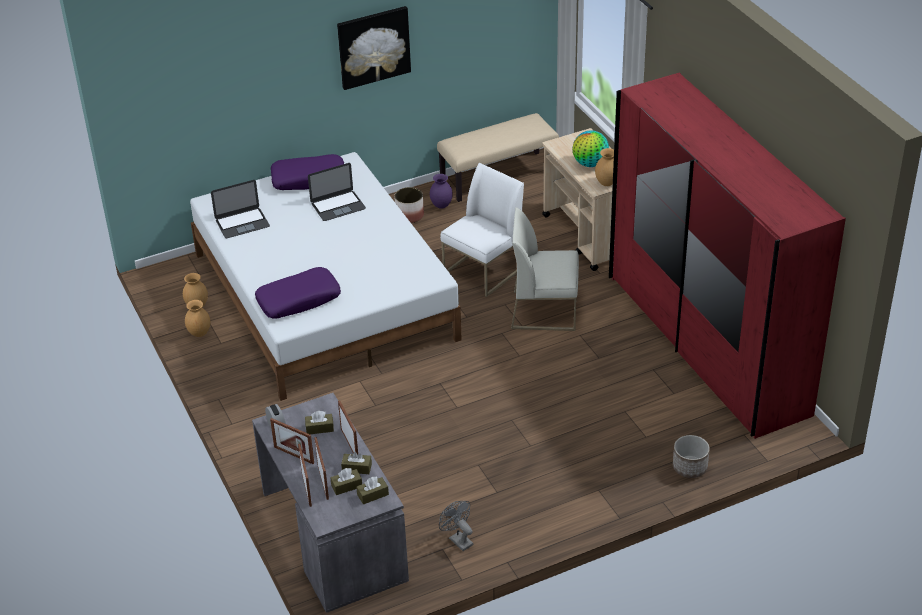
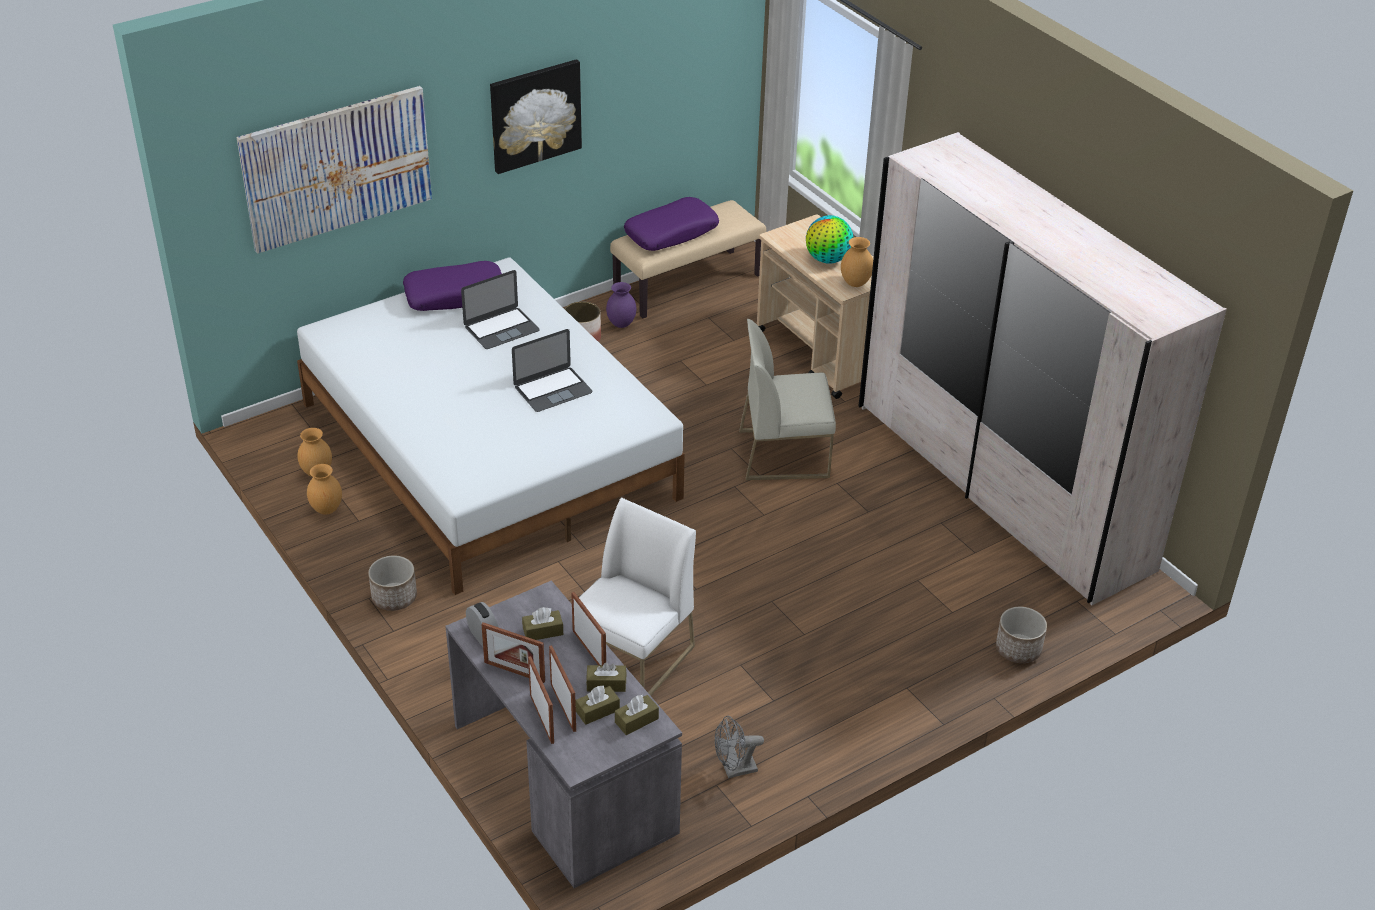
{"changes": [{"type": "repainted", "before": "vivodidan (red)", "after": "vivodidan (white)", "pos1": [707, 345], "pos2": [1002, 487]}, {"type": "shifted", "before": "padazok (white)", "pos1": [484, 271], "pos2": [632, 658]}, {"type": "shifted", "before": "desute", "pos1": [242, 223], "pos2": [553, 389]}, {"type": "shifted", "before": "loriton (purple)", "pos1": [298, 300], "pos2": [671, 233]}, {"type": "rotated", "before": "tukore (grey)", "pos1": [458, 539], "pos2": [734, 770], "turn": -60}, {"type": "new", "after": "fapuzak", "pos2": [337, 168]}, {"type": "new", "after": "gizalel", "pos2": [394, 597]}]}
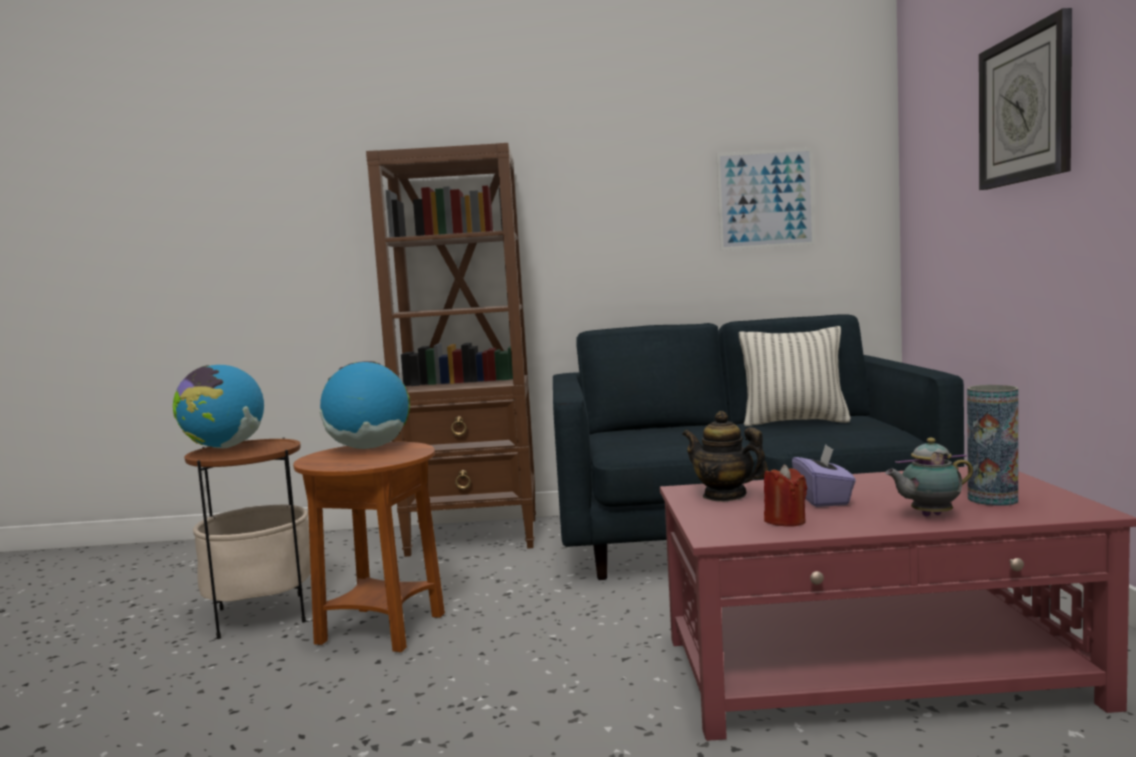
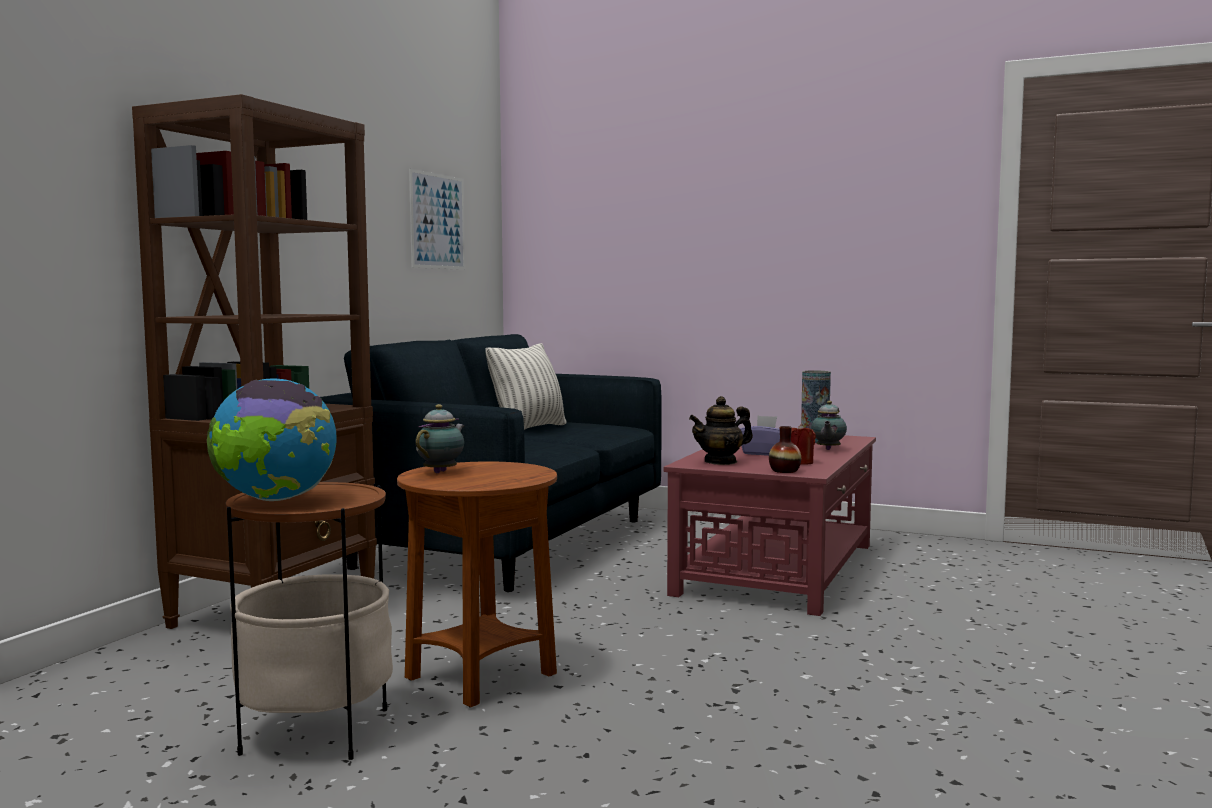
{"changes": [{"type": "gone", "before": "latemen", "pos1": [1025, 107]}, {"type": "swapped", "before": "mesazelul", "after": "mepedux", "pos1": [369, 448], "pos2": [442, 472]}, {"type": "new", "after": "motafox", "pos2": [784, 471]}]}
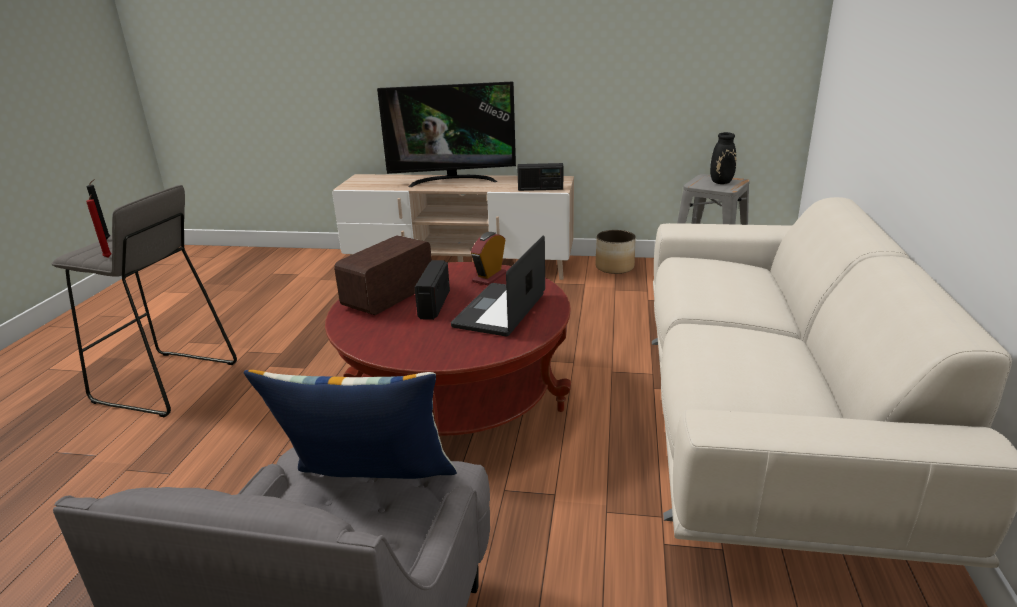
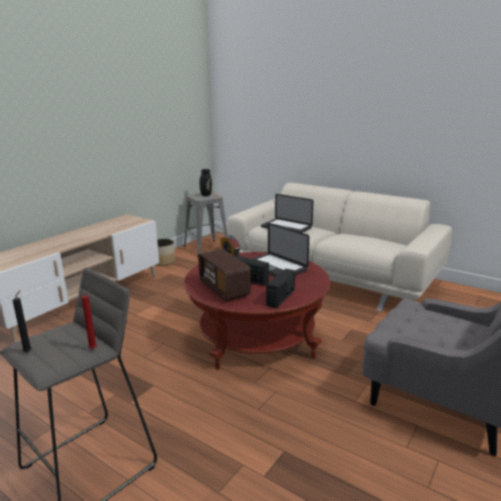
{"changes": [{"type": "gone", "before": "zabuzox", "pos1": [452, 180]}, {"type": "shifted", "before": "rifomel", "pos1": [540, 189], "pos2": [281, 298]}, {"type": "gone", "before": "loriton", "pos1": [369, 490]}, {"type": "new", "after": "desute", "pos2": [286, 227]}]}
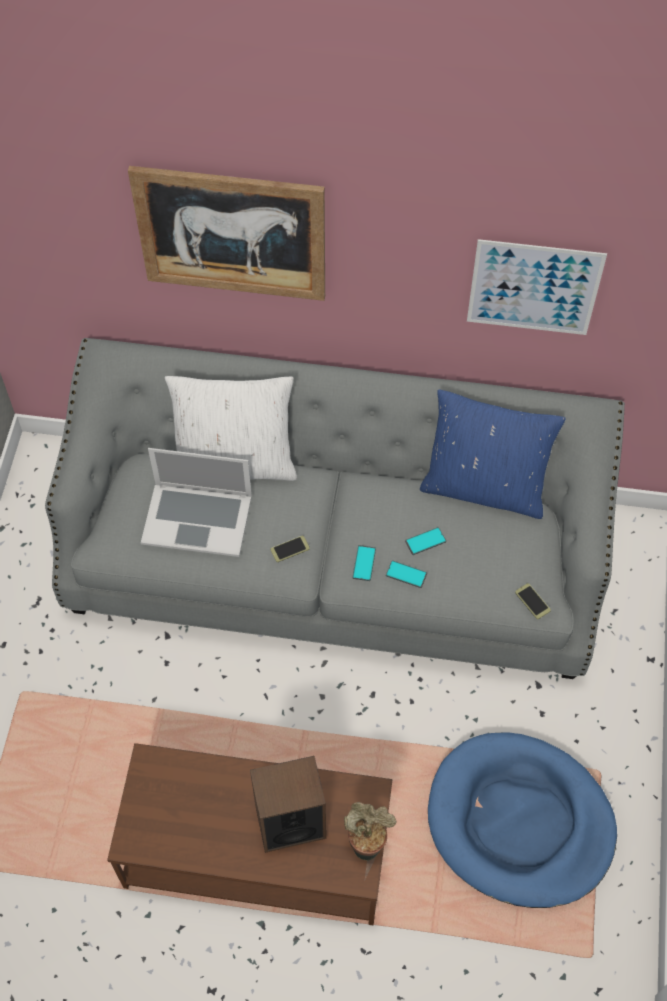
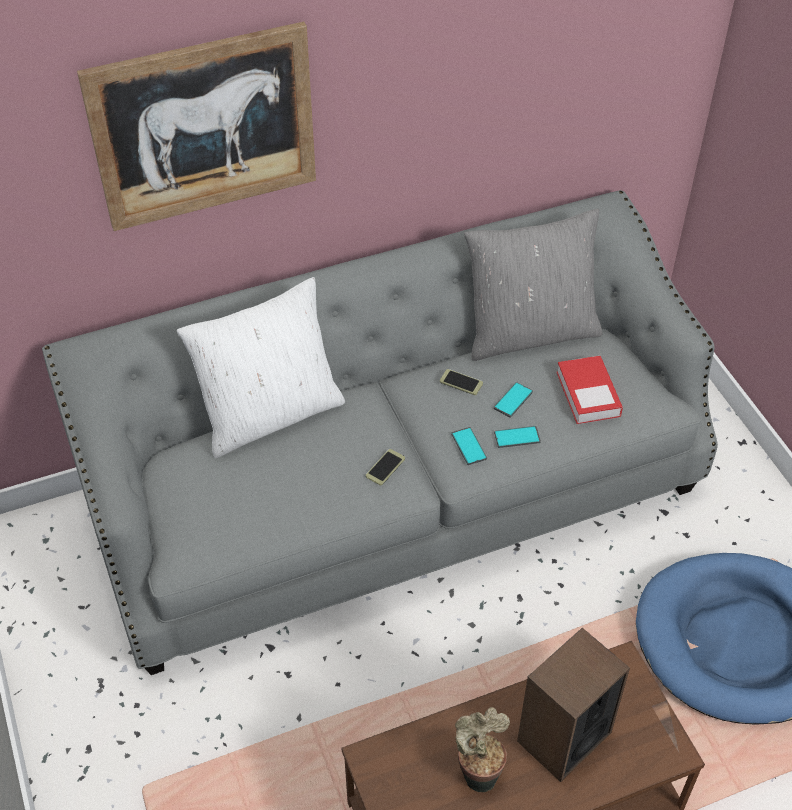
{"changes": [{"type": "gone", "before": "fapuzak", "pos1": [534, 288]}, {"type": "repainted", "before": "loriton (blue)", "after": "loriton (grey)", "pos1": [484, 487], "pos2": [530, 332]}, {"type": "gone", "before": "desute", "pos1": [197, 518]}, {"type": "shifted", "before": "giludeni", "pos1": [532, 601], "pos2": [461, 382]}, {"type": "shifted", "before": "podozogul", "pos1": [366, 843], "pos2": [478, 773]}, {"type": "new", "after": "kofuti", "pos2": [588, 394]}]}
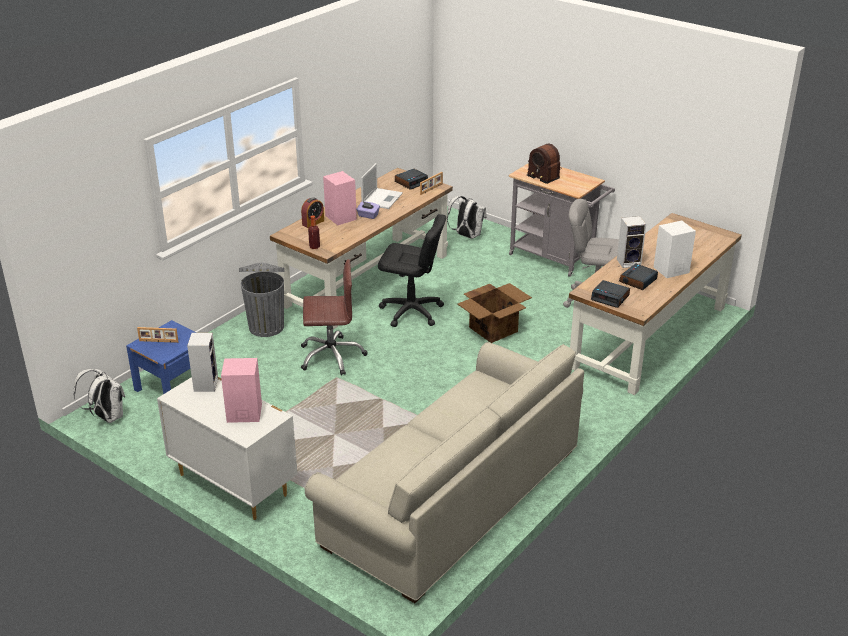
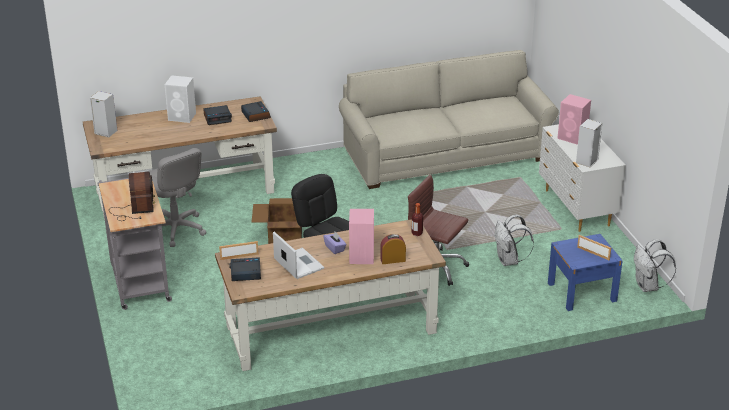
{"changes": [{"type": "rotated", "before": "desute", "pos1": [382, 198], "pos2": [298, 263], "turn": 90}, {"type": "shifted", "before": "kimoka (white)", "pos1": [466, 236], "pos2": [509, 261]}, {"type": "shifted", "before": "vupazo", "pos1": [629, 262], "pos2": [105, 132]}, {"type": "gone", "before": "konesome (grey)", "pos1": [266, 326]}]}
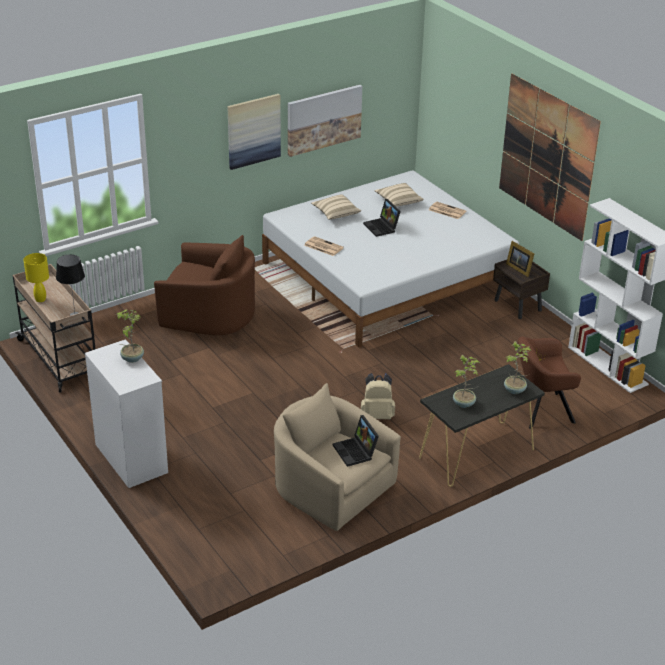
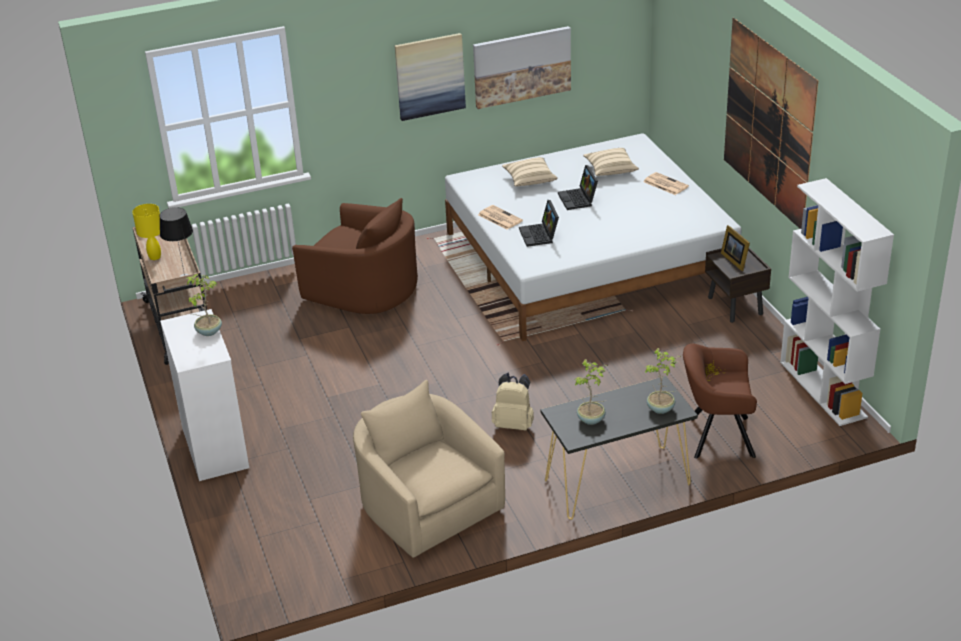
{"changes": [{"type": "shifted", "before": "desute", "pos1": [356, 452], "pos2": [540, 235]}]}
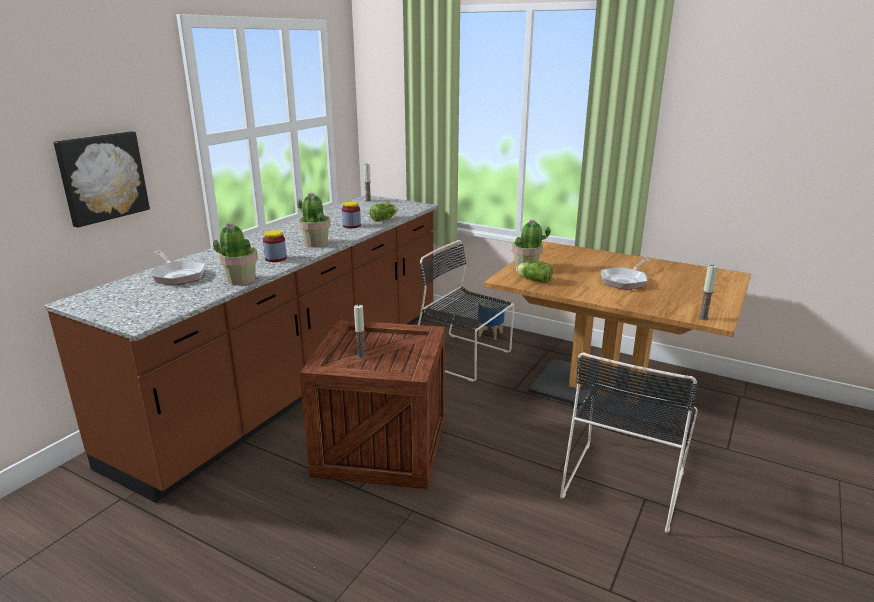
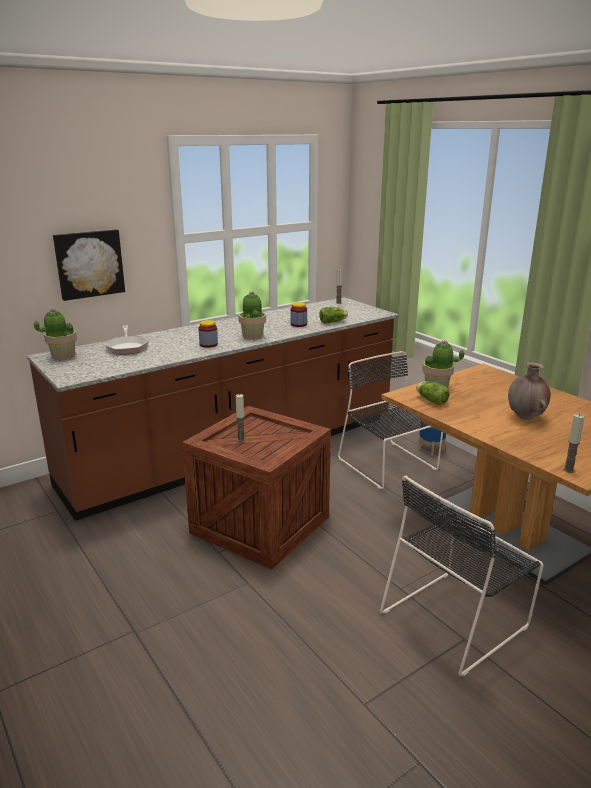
{"changes": [{"type": "shifted", "before": "podozogul", "pos1": [240, 280], "pos2": [63, 356]}, {"type": "swapped", "before": "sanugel", "after": "motafox (brown)", "pos1": [625, 281], "pos2": [525, 417]}]}
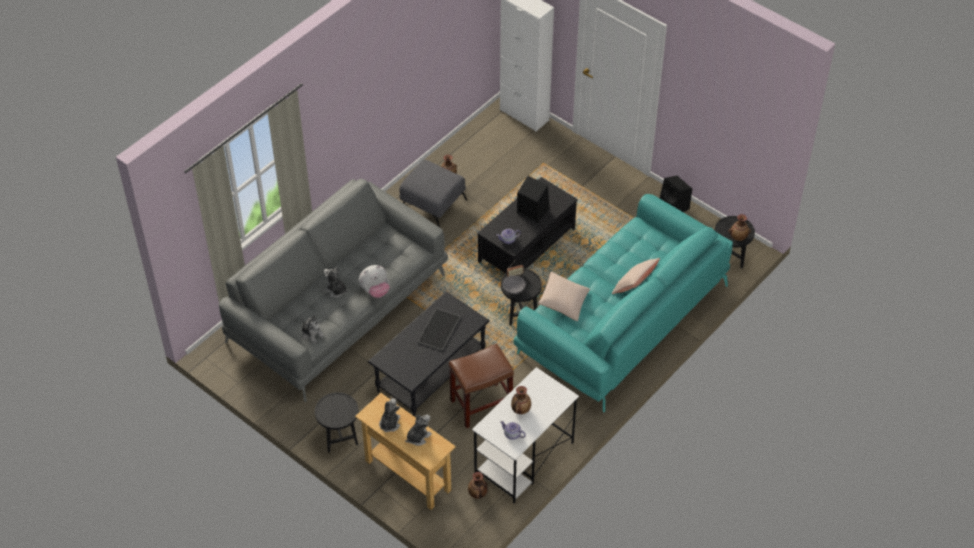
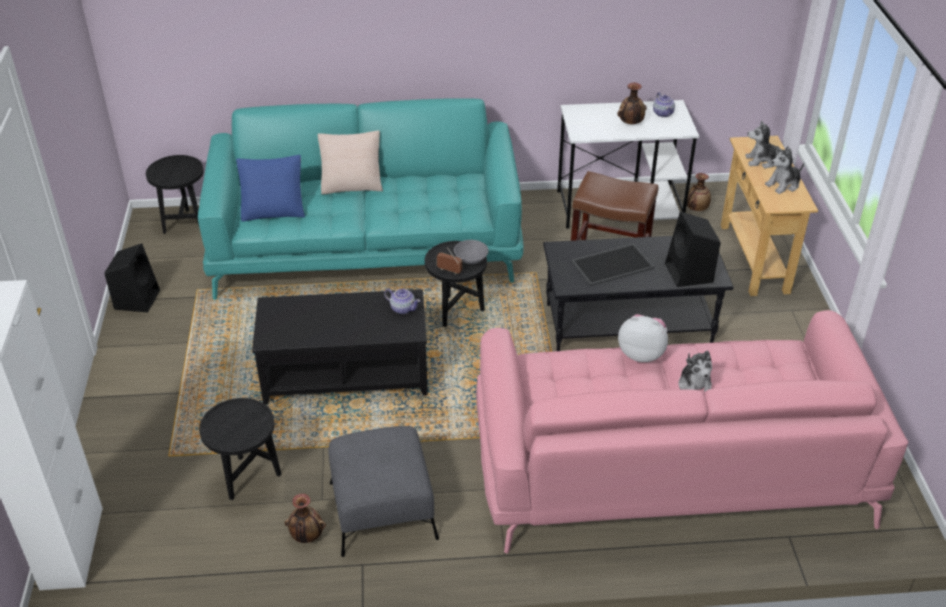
{"changes": [{"type": "shifted", "before": "vupazo (black)", "pos1": [532, 211], "pos2": [689, 273]}, {"type": "repainted", "before": "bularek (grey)", "after": "bularek (pink)", "pos1": [339, 307], "pos2": [668, 465]}, {"type": "gone", "before": "motafox", "pos1": [738, 237]}, {"type": "gone", "before": "loriton (beige)", "pos1": [563, 302]}, {"type": "gone", "before": "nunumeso", "pos1": [312, 333]}, {"type": "shifted", "before": "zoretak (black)", "pos1": [339, 438], "pos2": [247, 480]}, {"type": "new", "after": "loriton (blue)", "pos2": [273, 209]}]}
